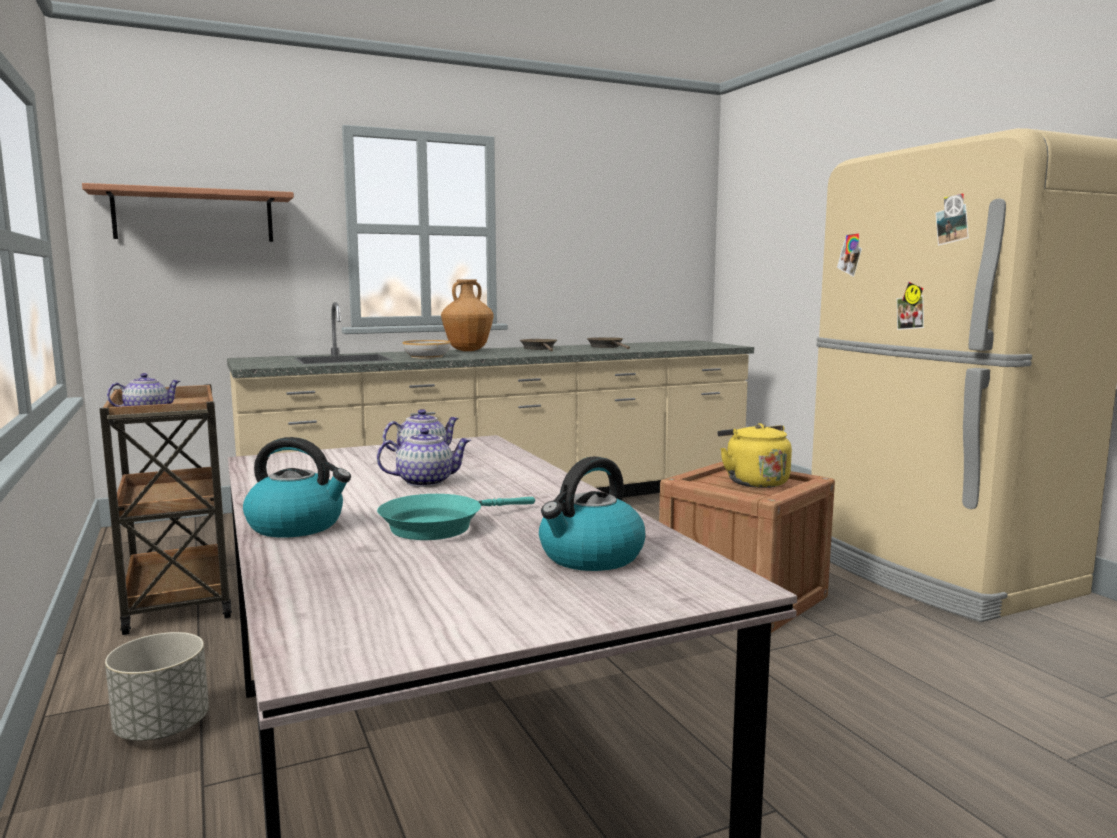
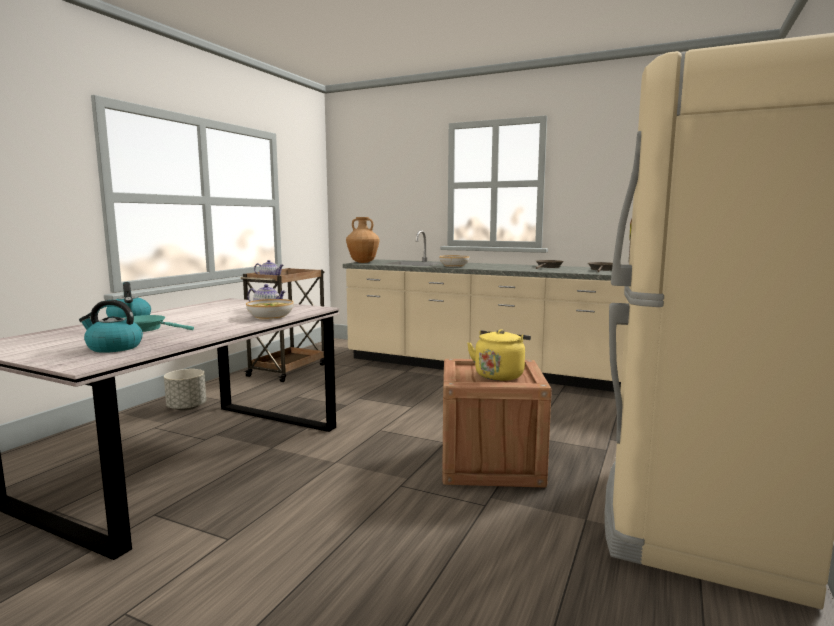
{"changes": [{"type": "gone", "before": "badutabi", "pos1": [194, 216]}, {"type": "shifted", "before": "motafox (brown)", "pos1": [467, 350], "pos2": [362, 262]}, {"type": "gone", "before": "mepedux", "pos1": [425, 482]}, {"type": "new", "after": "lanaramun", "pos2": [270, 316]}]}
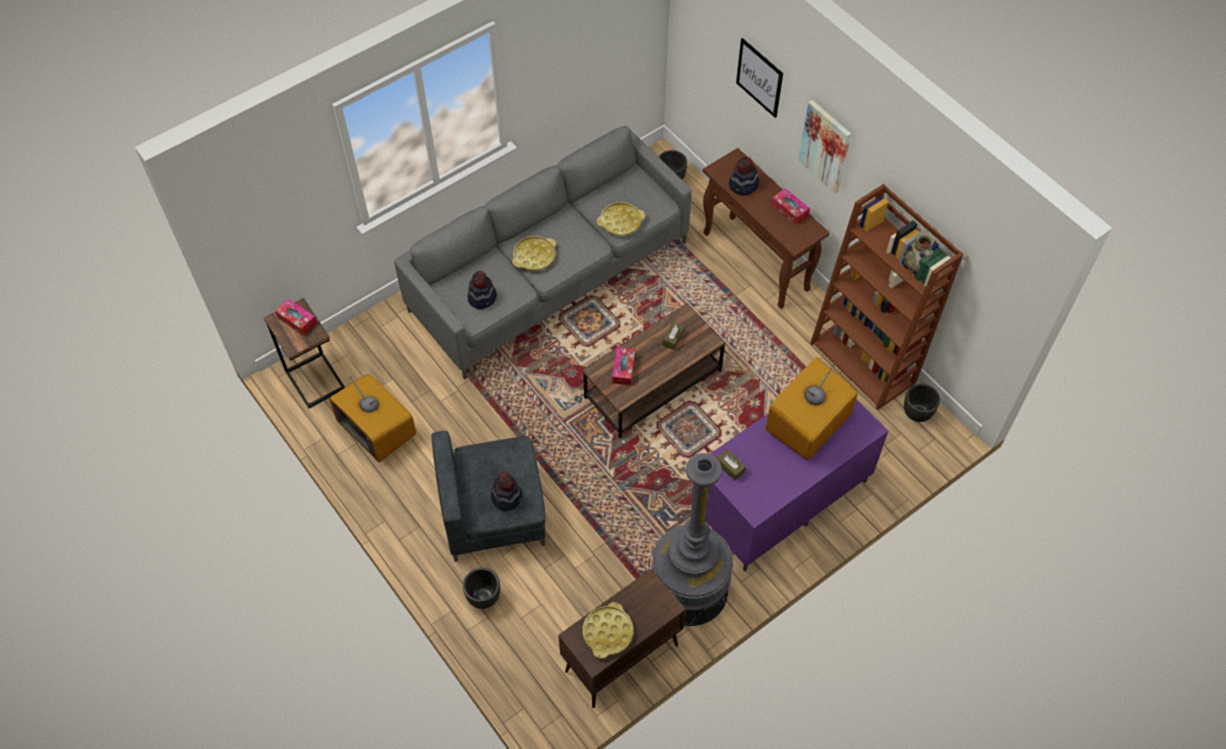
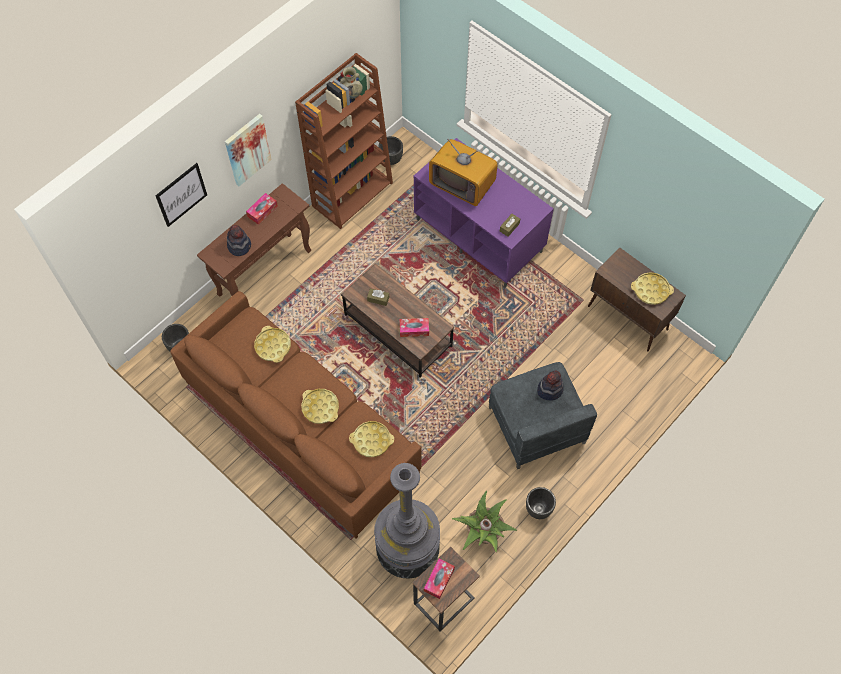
{"changes": [{"type": "repainted", "before": "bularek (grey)", "after": "bularek (brown)", "pos1": [549, 276], "pos2": [301, 426]}, {"type": "swapped", "before": "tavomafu", "after": "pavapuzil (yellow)", "pos1": [482, 297], "pos2": [371, 440]}, {"type": "swapped", "before": "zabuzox", "after": "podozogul", "pos1": [377, 430], "pos2": [483, 532]}, {"type": "shifted", "before": "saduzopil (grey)", "pos1": [689, 589], "pos2": [407, 546]}, {"type": "shifted", "before": "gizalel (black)", "pos1": [483, 597], "pos2": [538, 509]}]}
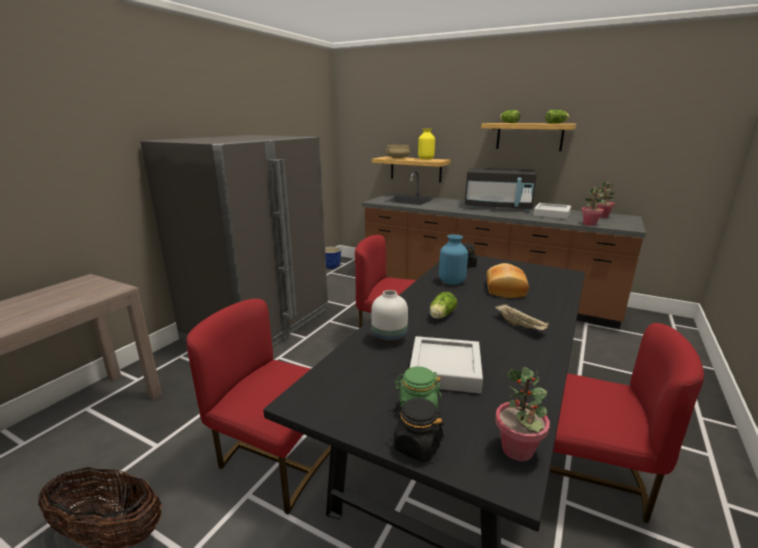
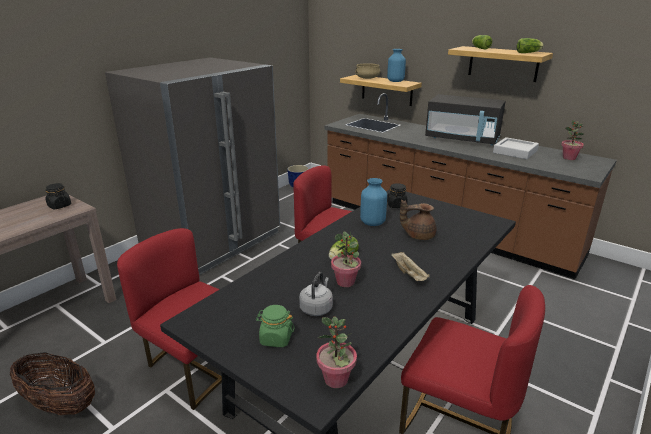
{"changes": [{"type": "repainted", "before": "motafox (yellow)", "after": "motafox (blue)", "pos1": [426, 159], "pos2": [395, 81]}, {"type": "shifted", "before": "podozogul", "pos1": [589, 224], "pos2": [345, 282]}, {"type": "swapped", "before": "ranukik", "after": "mepedux (brown)", "pos1": [504, 290], "pos2": [418, 235]}, {"type": "gone", "before": "motafox (white)", "pos1": [388, 338]}, {"type": "swapped", "before": "pavapuzil (grey)", "after": "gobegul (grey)", "pos1": [445, 369], "pos2": [317, 308]}, {"type": "shifted", "before": "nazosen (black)", "pos1": [417, 446], "pos2": [59, 206]}]}
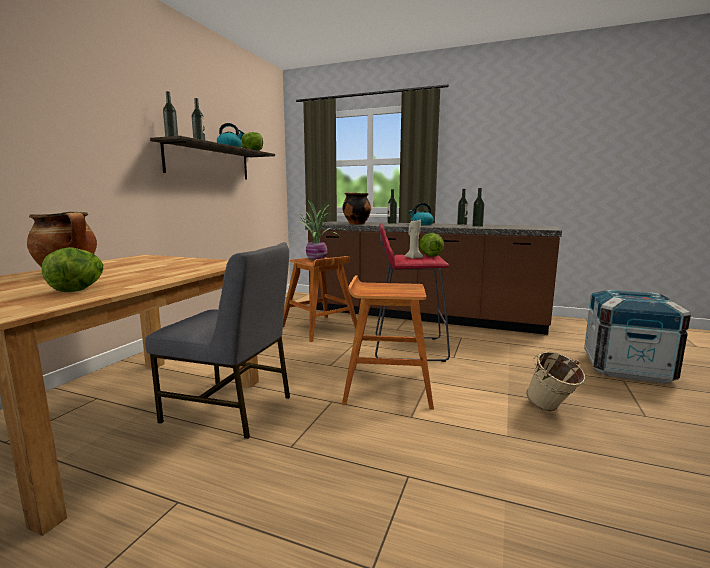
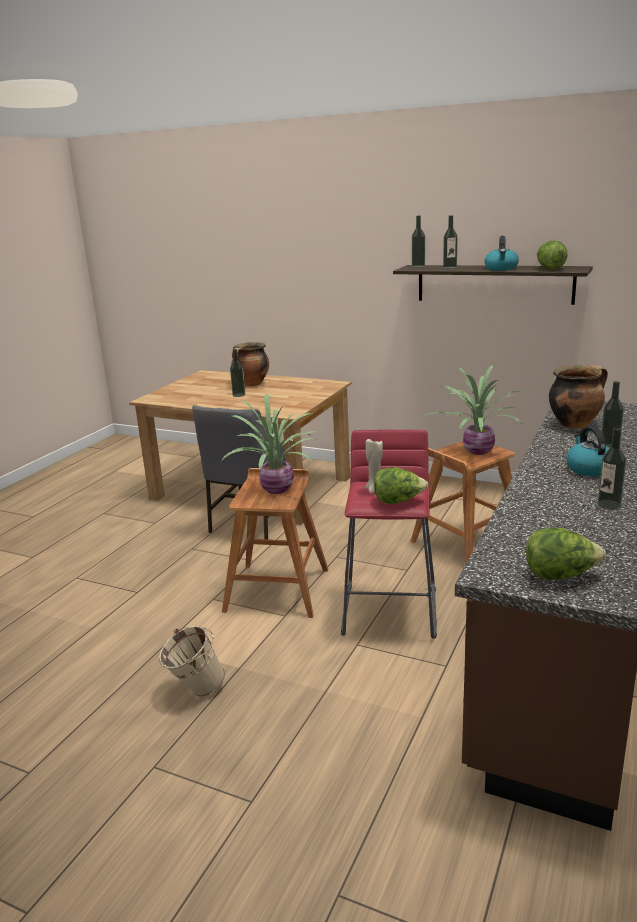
{"changes": [{"type": "shifted", "before": "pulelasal", "pos1": [477, 226], "pos2": [239, 395]}, {"type": "shifted", "before": "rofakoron", "pos1": [79, 289], "pos2": [560, 575]}, {"type": "gone", "before": "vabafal", "pos1": [626, 368]}, {"type": "new", "after": "podozogul", "pos2": [277, 489]}]}
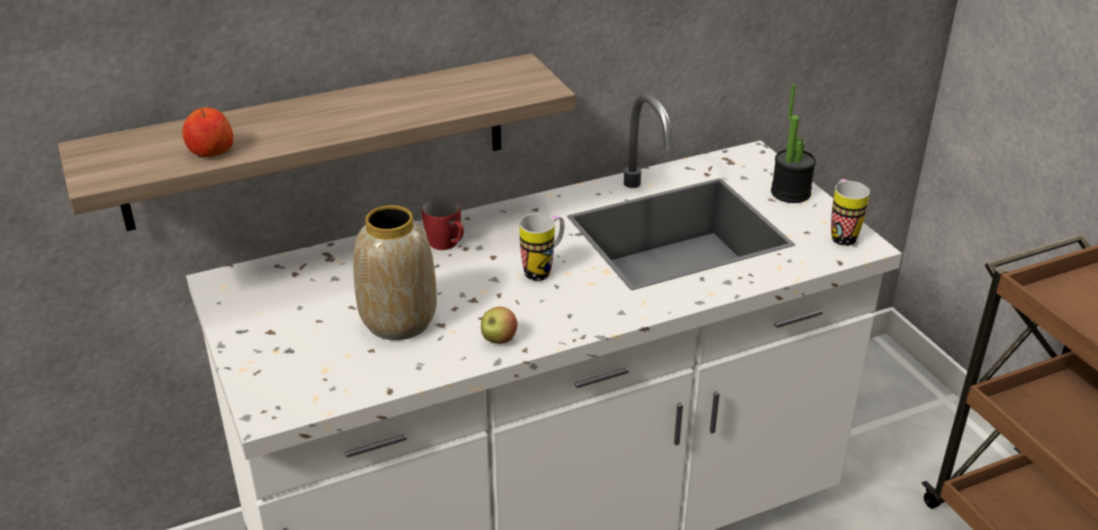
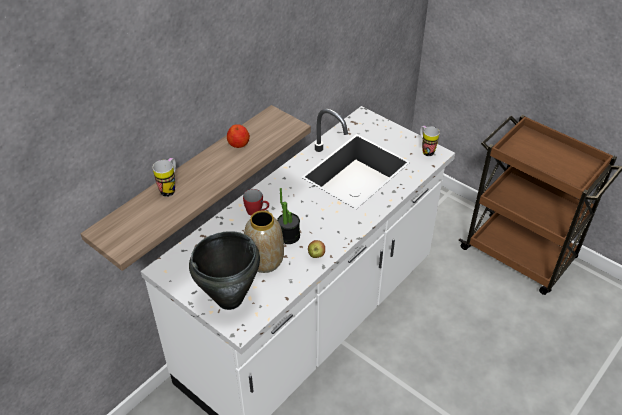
{"changes": [{"type": "shifted", "before": "podozogul", "pos1": [790, 193], "pos2": [288, 236]}, {"type": "shifted", "before": "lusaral", "pos1": [210, 151], "pos2": [238, 144]}, {"type": "shifted", "before": "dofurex", "pos1": [544, 270], "pos2": [170, 188]}, {"type": "new", "after": "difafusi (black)", "pos2": [230, 299]}]}
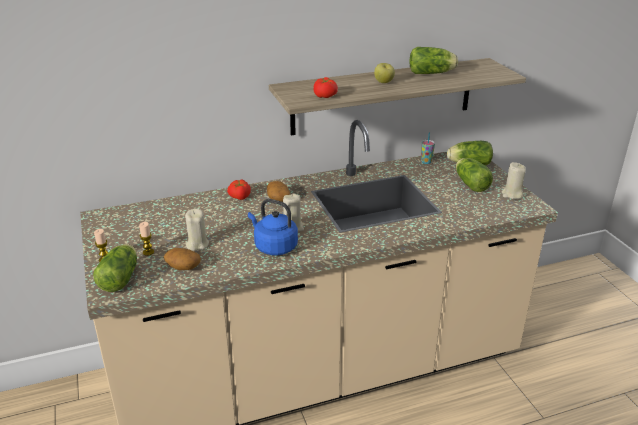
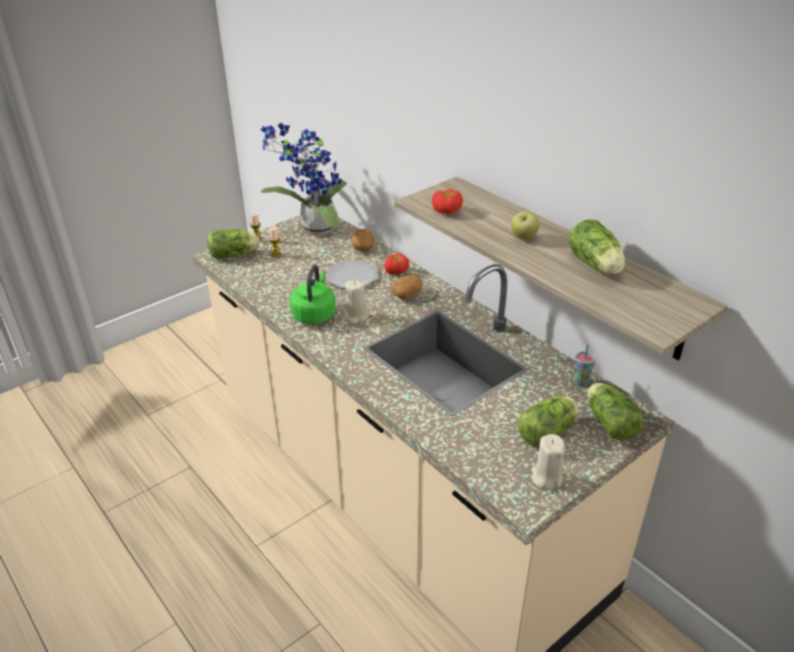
{"changes": [{"type": "repainted", "before": "gobegul (blue)", "after": "gobegul (green)", "pos1": [274, 247], "pos2": [314, 314]}, {"type": "gone", "before": "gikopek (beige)", "pos1": [197, 244]}, {"type": "shifted", "before": "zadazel", "pos1": [183, 267], "pos2": [363, 247]}, {"type": "new", "after": "podozogul", "pos2": [314, 229]}, {"type": "new", "after": "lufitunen", "pos2": [351, 277]}]}
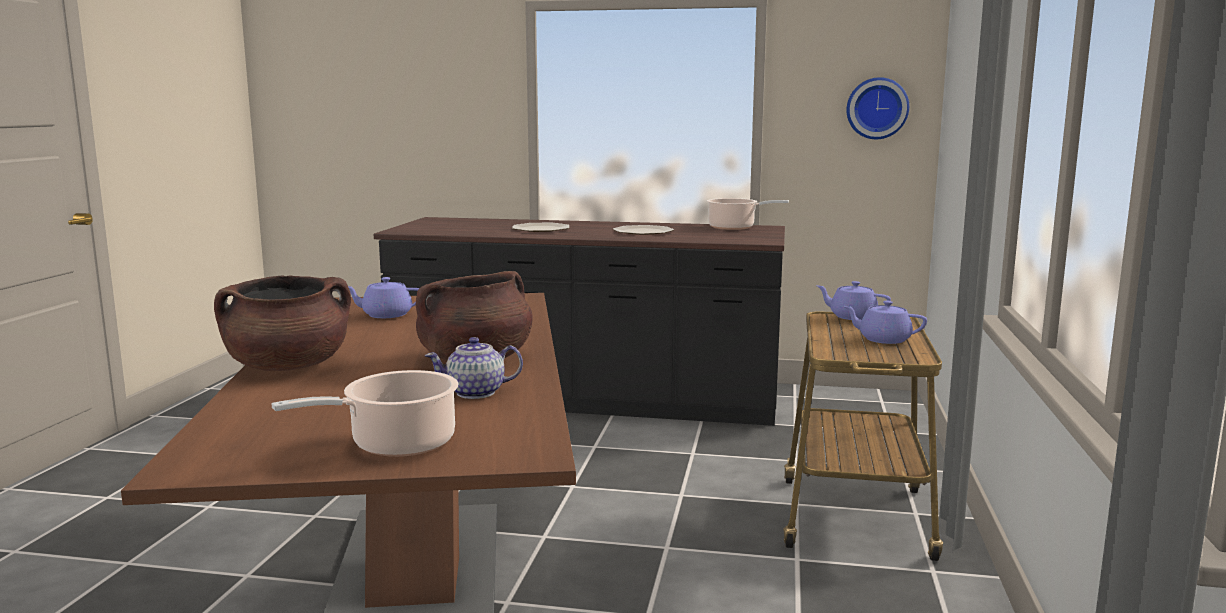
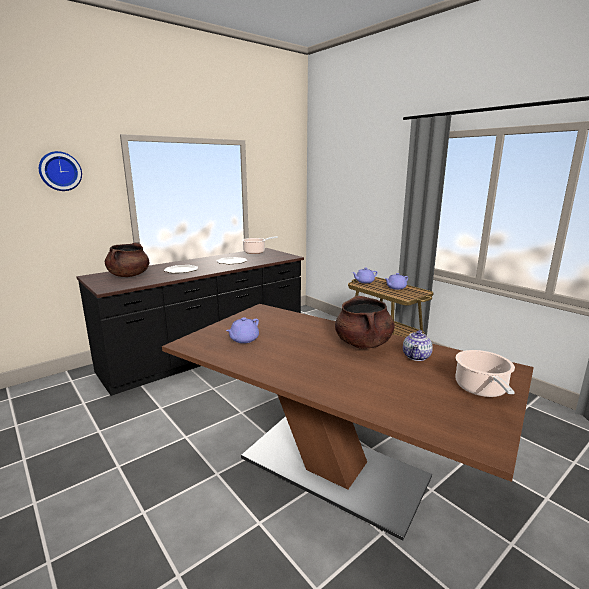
{"changes": [{"type": "shifted", "before": "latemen", "pos1": [877, 108], "pos2": [60, 171]}, {"type": "shifted", "before": "difafusi (brown)", "pos1": [288, 366], "pos2": [129, 275]}]}
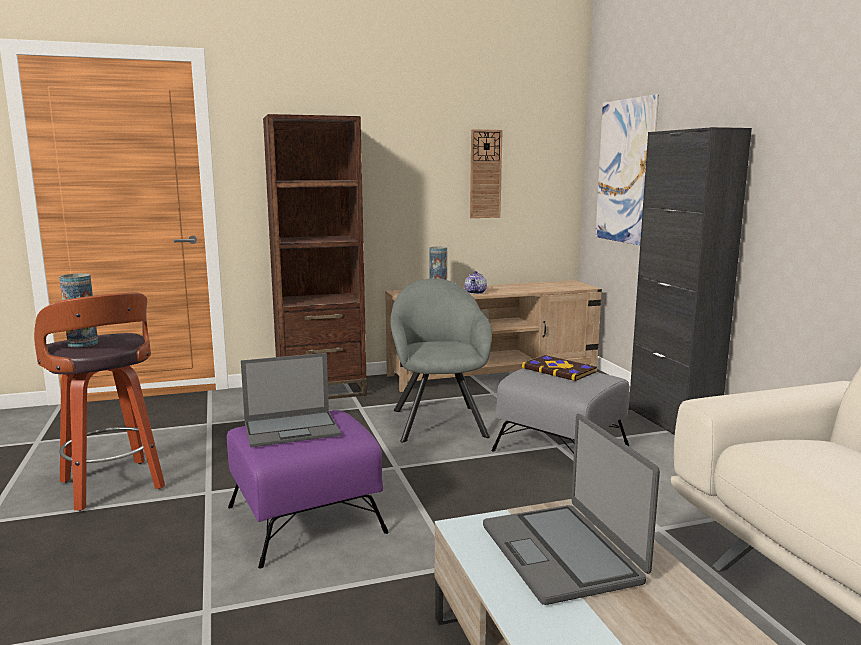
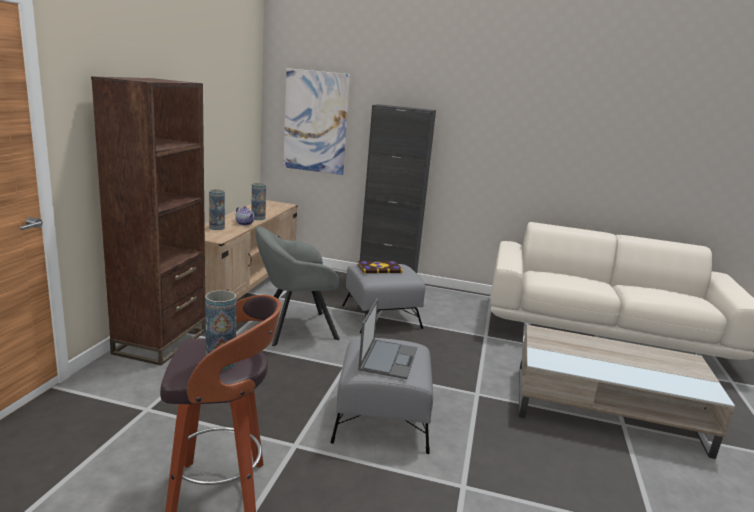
{"changes": [{"type": "gone", "before": "latemen", "pos1": [485, 174]}, {"type": "rotated", "before": "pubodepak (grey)", "pos1": [438, 420], "pos2": [294, 328], "turn": -45}, {"type": "repainted", "before": "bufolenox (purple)", "after": "bufolenox (grey)", "pos1": [306, 519], "pos2": [382, 419]}, {"type": "gone", "before": "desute", "pos1": [562, 553]}, {"type": "new", "after": "motafox", "pos2": [258, 218]}]}
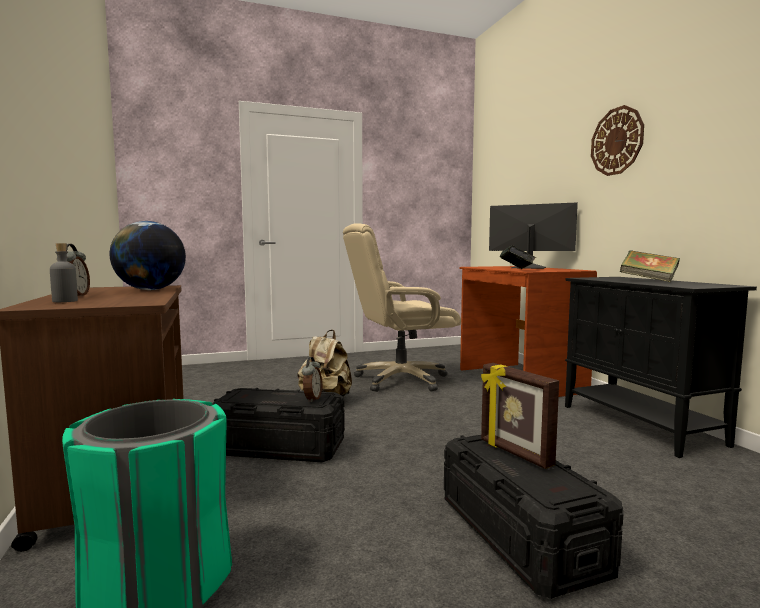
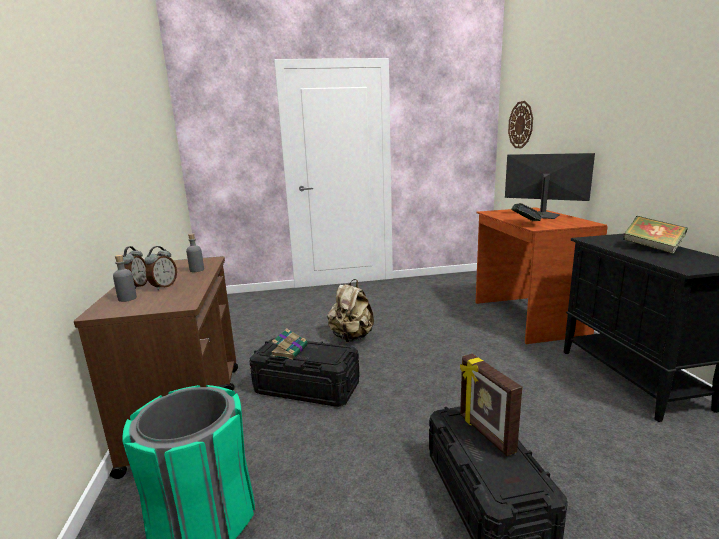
{"changes": [{"type": "shifted", "before": "latemen", "pos1": [617, 141], "pos2": [521, 125]}, {"type": "swapped", "before": "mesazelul", "after": "pulelasal (grey)", "pos1": [150, 290], "pos2": [197, 270]}, {"type": "gone", "before": "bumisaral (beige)", "pos1": [400, 380]}, {"type": "shifted", "before": "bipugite", "pos1": [312, 399], "pos2": [163, 286]}, {"type": "new", "after": "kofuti", "pos2": [290, 350]}]}
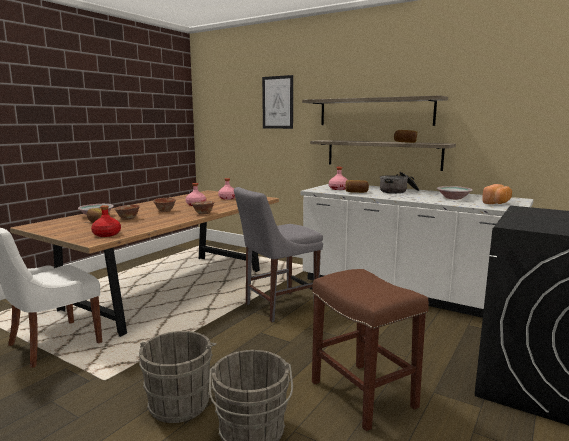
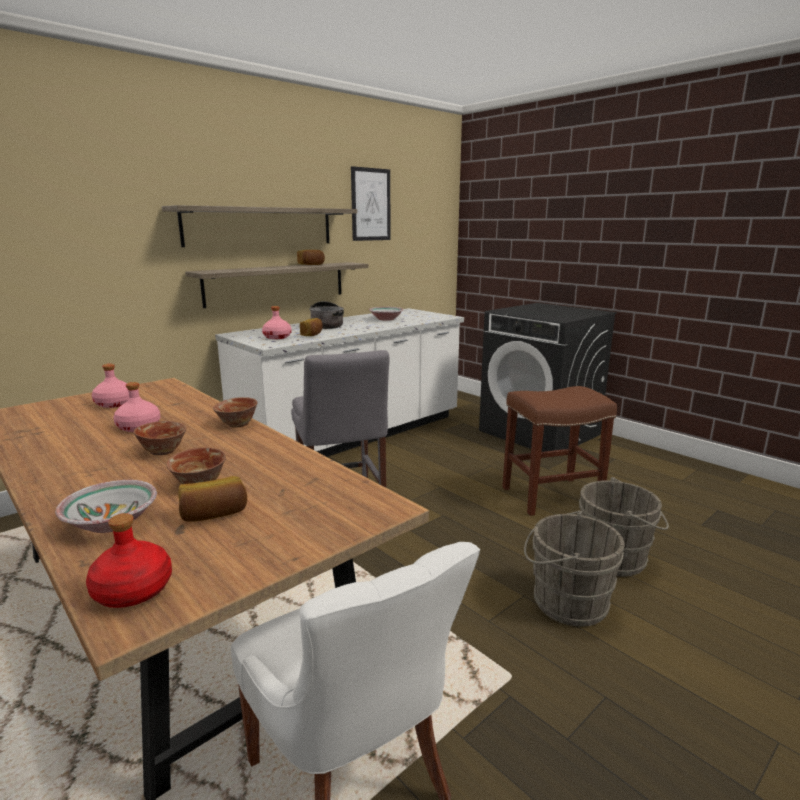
{"changes": [{"type": "shifted", "before": "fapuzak", "pos1": [277, 102], "pos2": [371, 204]}, {"type": "gone", "before": "ranukik", "pos1": [497, 203]}, {"type": "shifted", "before": "pulelasal (red)", "pos1": [106, 234], "pos2": [134, 590]}]}
